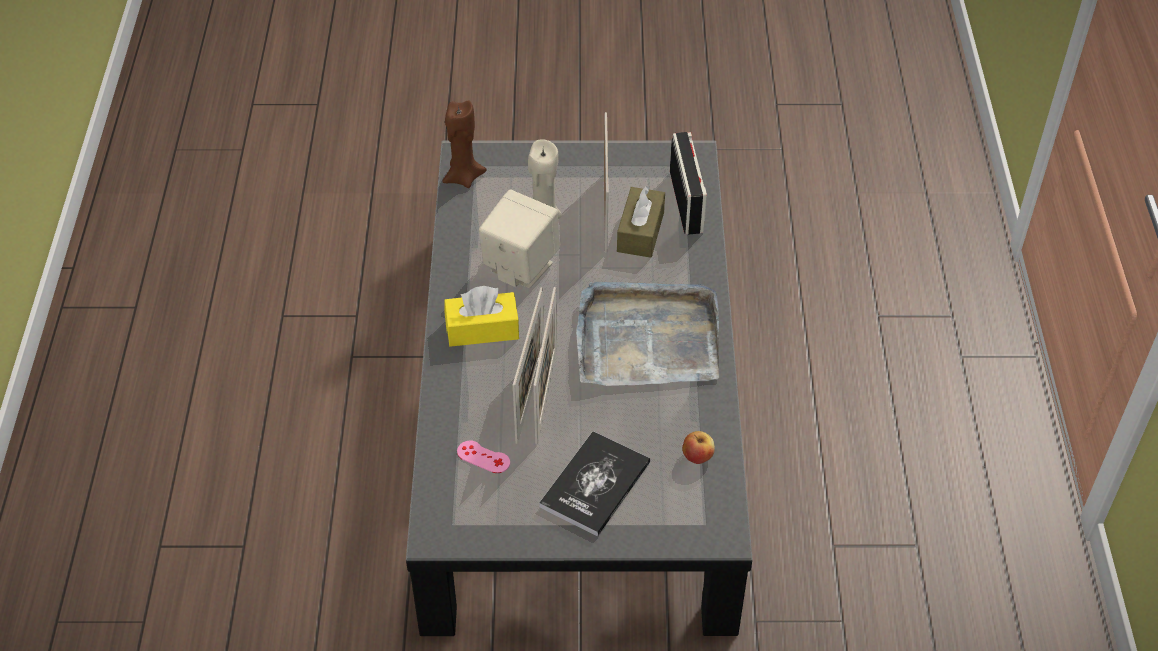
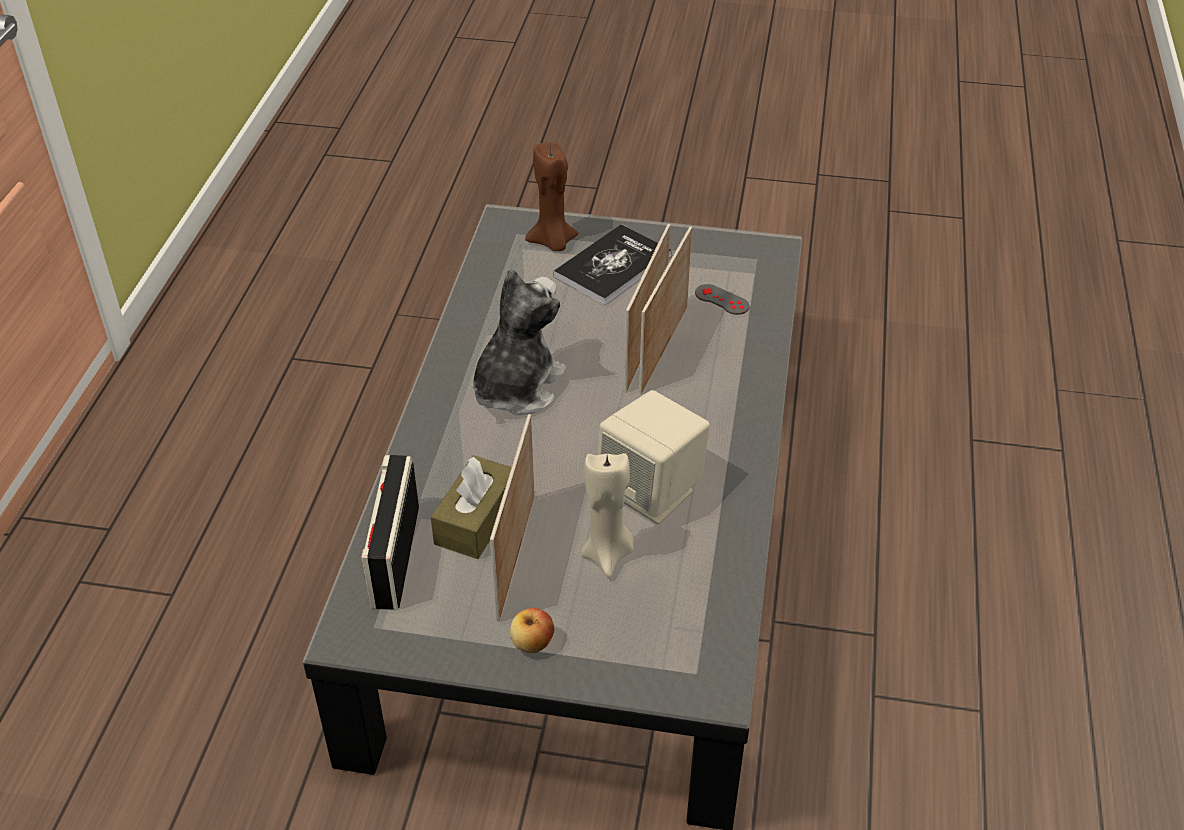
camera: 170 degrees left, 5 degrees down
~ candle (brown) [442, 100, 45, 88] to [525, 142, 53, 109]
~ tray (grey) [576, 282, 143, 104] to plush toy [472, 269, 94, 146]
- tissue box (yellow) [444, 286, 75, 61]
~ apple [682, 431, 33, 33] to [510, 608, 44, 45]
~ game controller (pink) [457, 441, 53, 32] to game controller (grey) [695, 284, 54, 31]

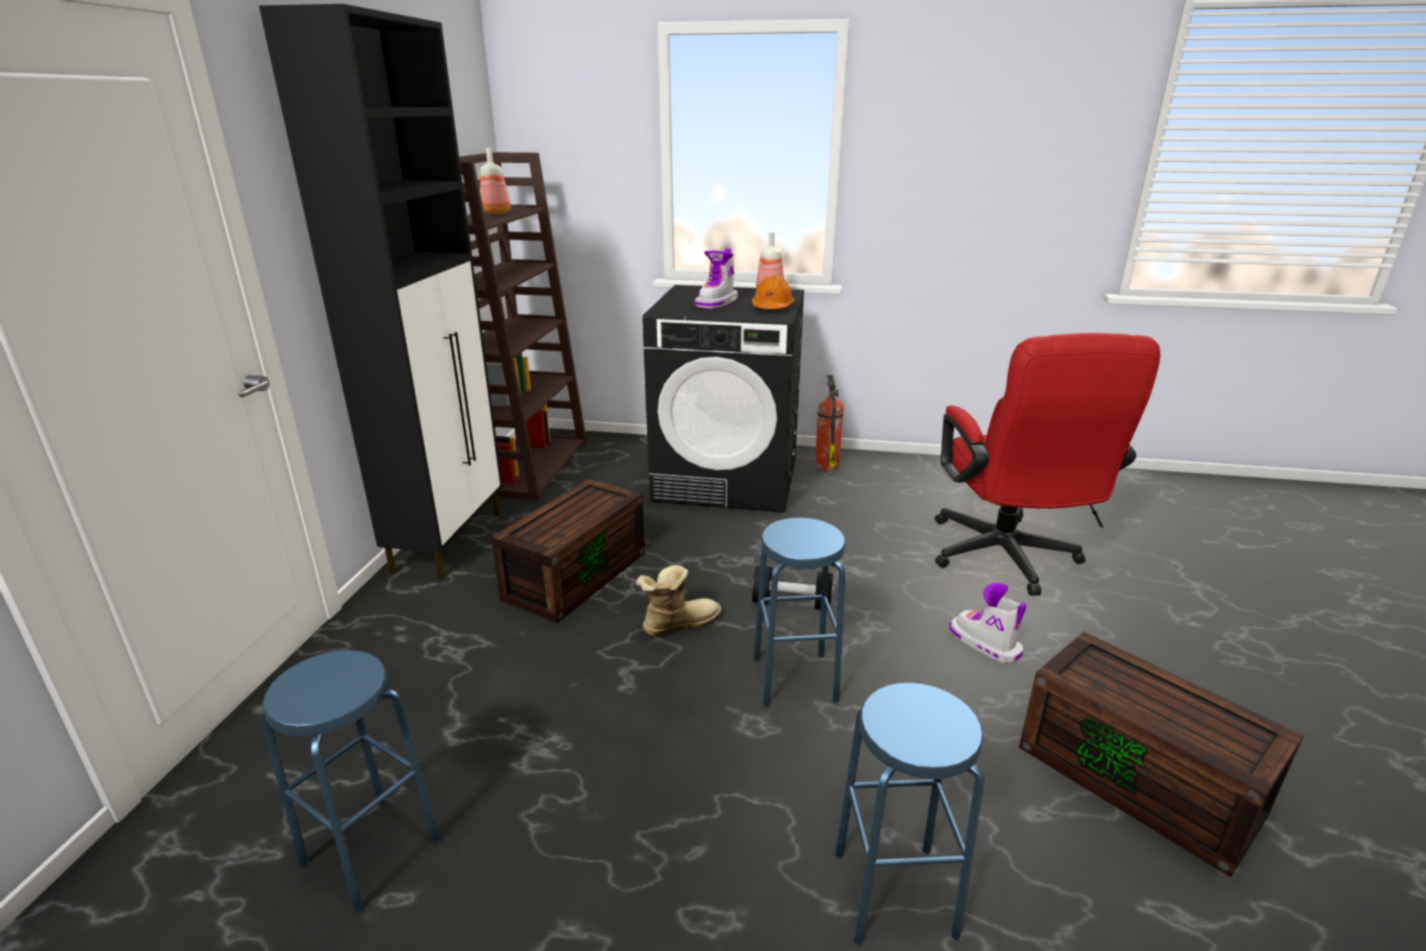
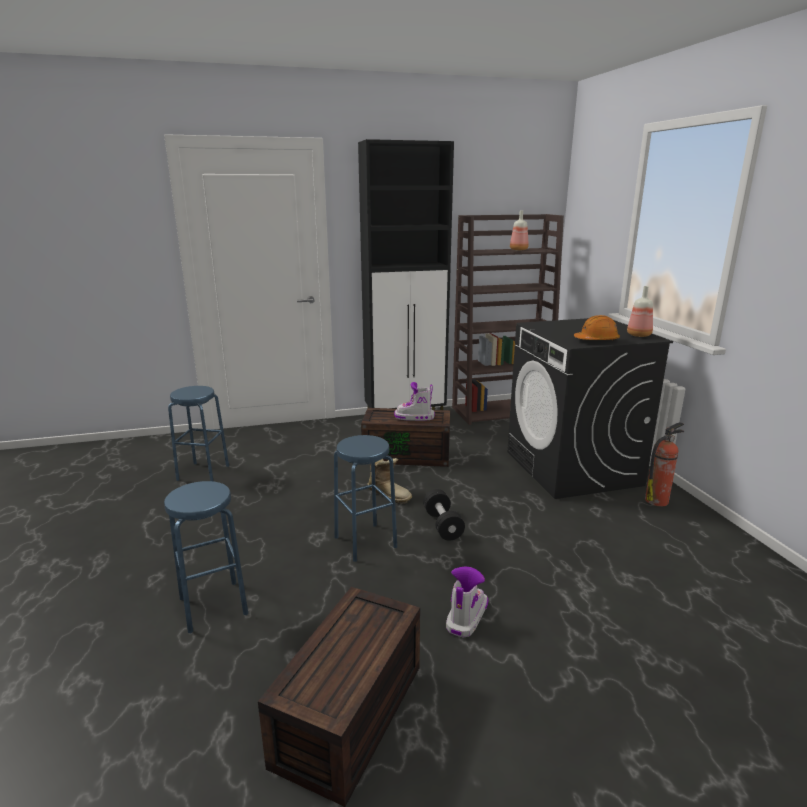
camera: 65 degrees right, 5 degrees down
~ boot [694, 248, 44, 61] to [394, 382, 41, 39]
- office chair (red) [935, 333, 225, 263]

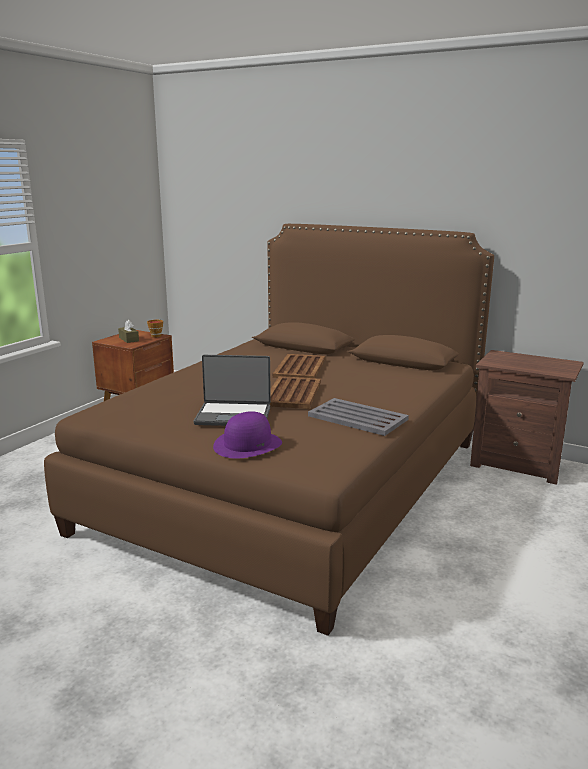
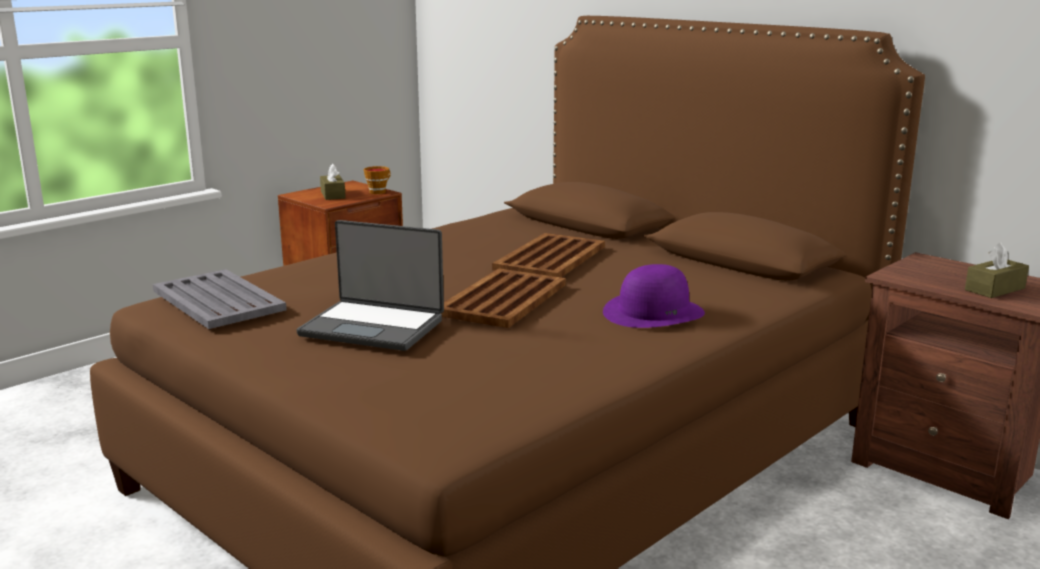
camera: 15 degrees right, 0 degrees up
~ tray (grey) [308, 398, 101, 38] to [153, 269, 134, 60]
~ hat (purple) [213, 411, 69, 48] to [603, 264, 102, 64]
+ tissue box (brown) [965, 243, 64, 55]

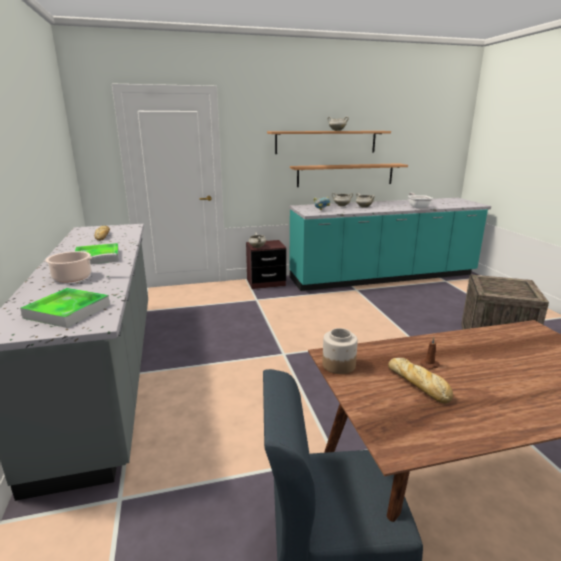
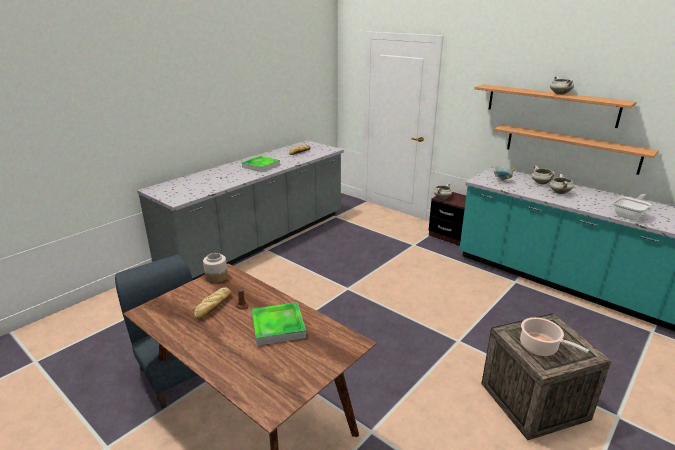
camera: 55 degrees right, 5 degrees up
~ cooking pot [45, 251, 72, 32] to [520, 317, 69, 39]
~ tray [20, 288, 90, 40] to [252, 302, 54, 44]

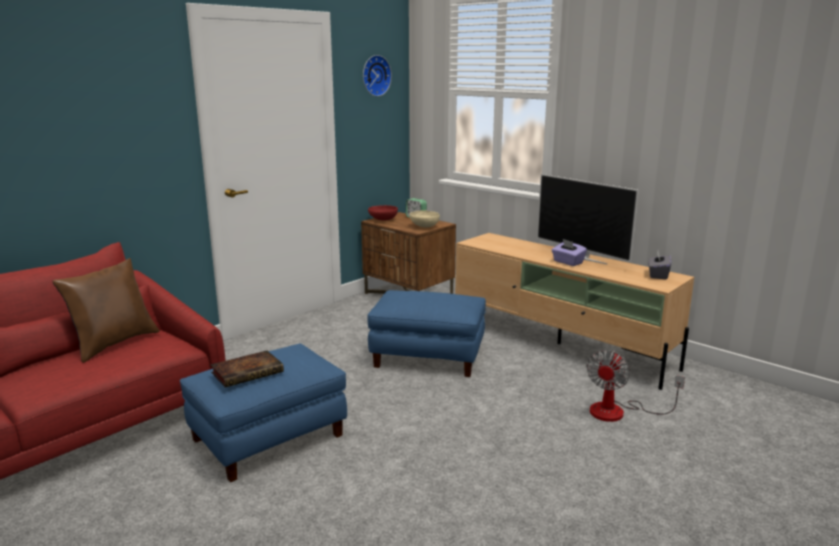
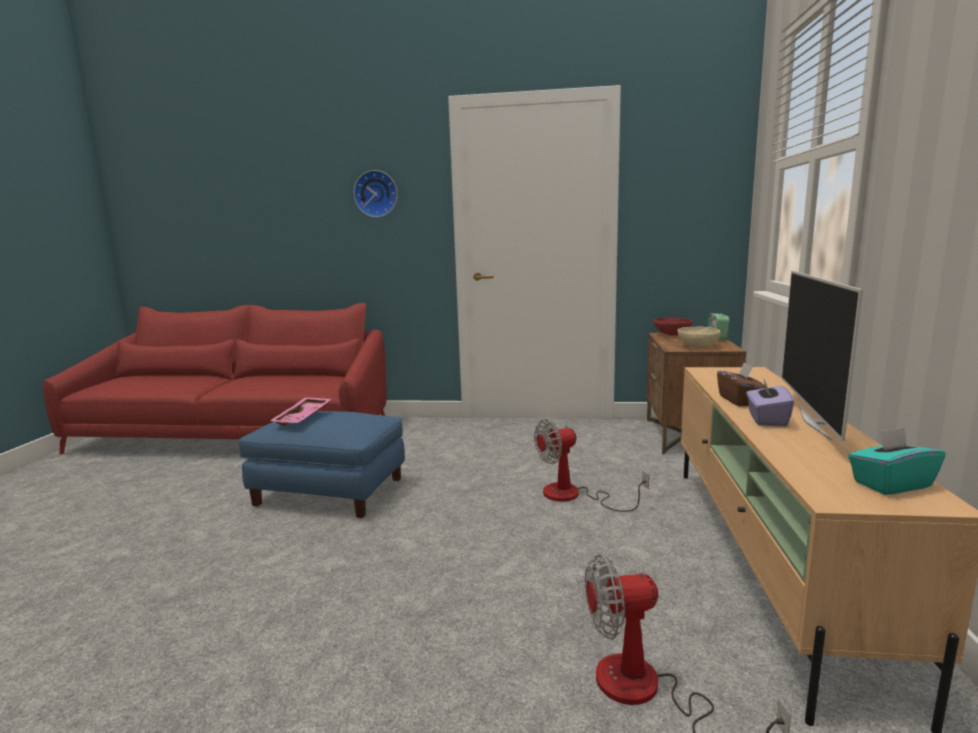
camera: 55 degrees right, 5 degrees down
~ wall clock [363, 55, 29, 41] to [354, 170, 44, 47]
~ tissue box (grey) [648, 250, 24, 30] to tissue box (turquoise) [848, 427, 98, 68]
- pillow (brown) [52, 258, 108, 105]
~ ottoman (blue) [368, 290, 118, 87] to fan [534, 419, 115, 93]
~ book [211, 351, 73, 36] to tray (pink) [270, 397, 61, 28]
+ tissue box (brown) [717, 363, 49, 43]

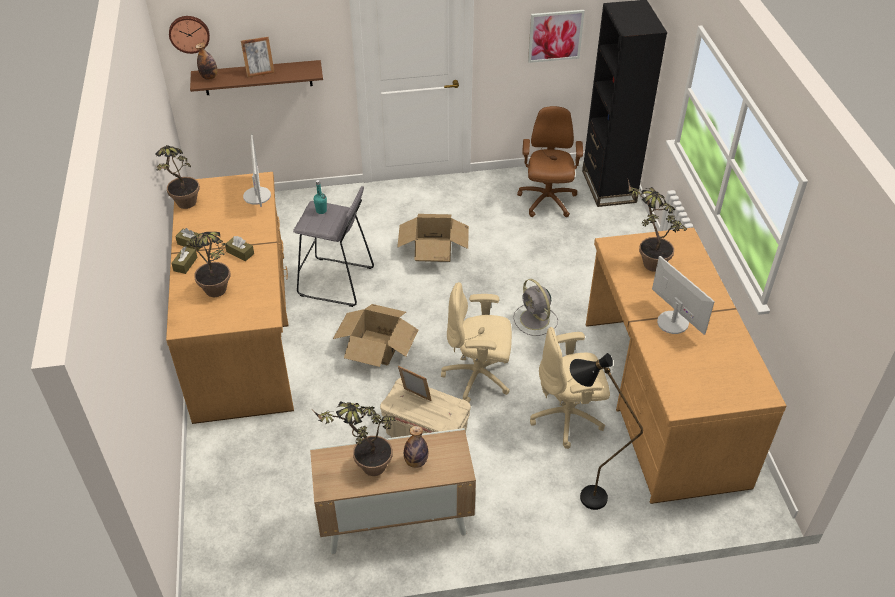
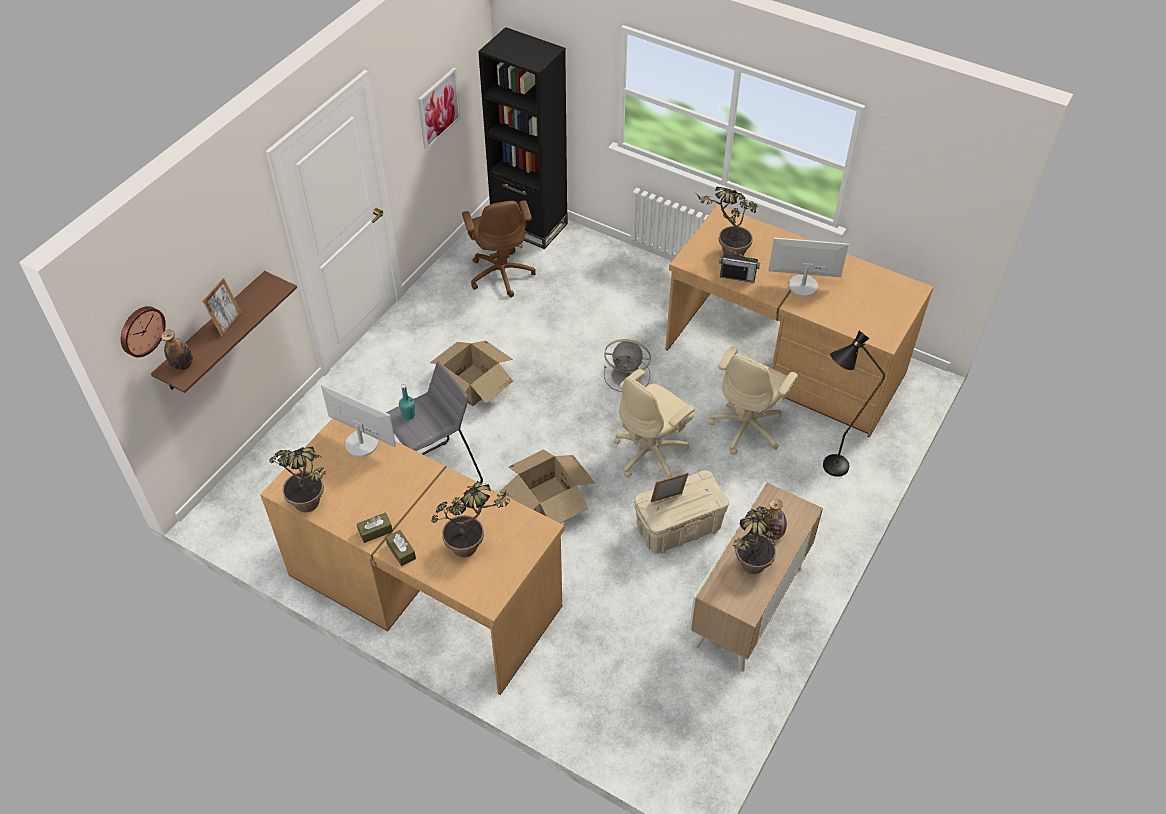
camera: 50 degrees left, 5 degrees up
~ office chair (brown) [517, 106, 66, 111] = [462, 200, 74, 97] 150 degrees counterclockwise
- tissue box (brown) [225, 236, 29, 25]
+ radio [719, 249, 41, 34]

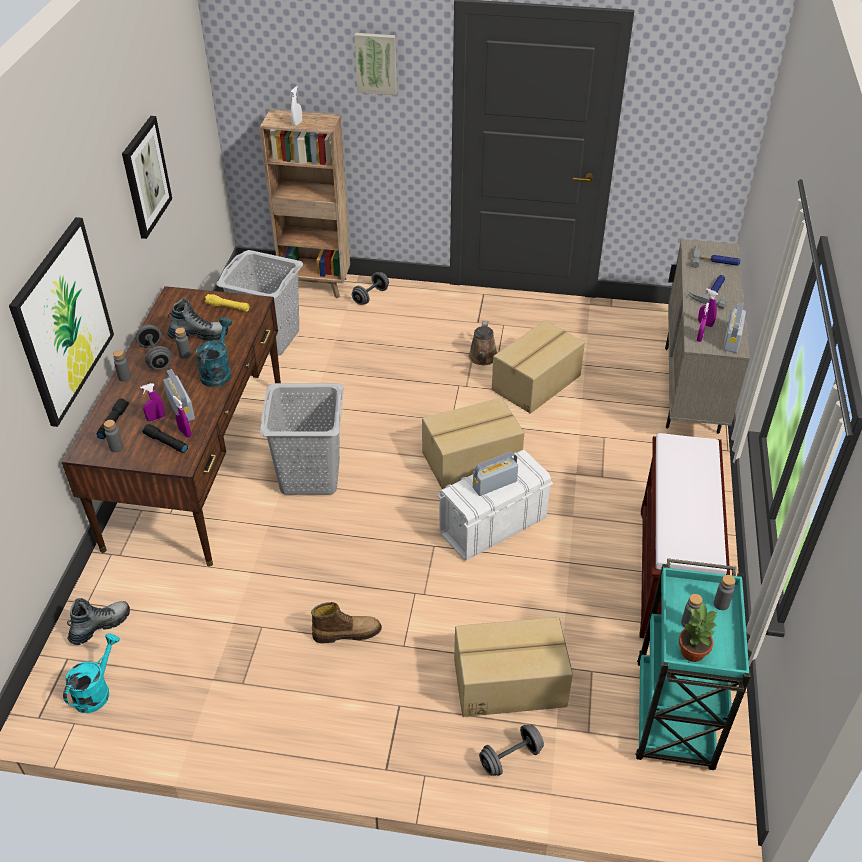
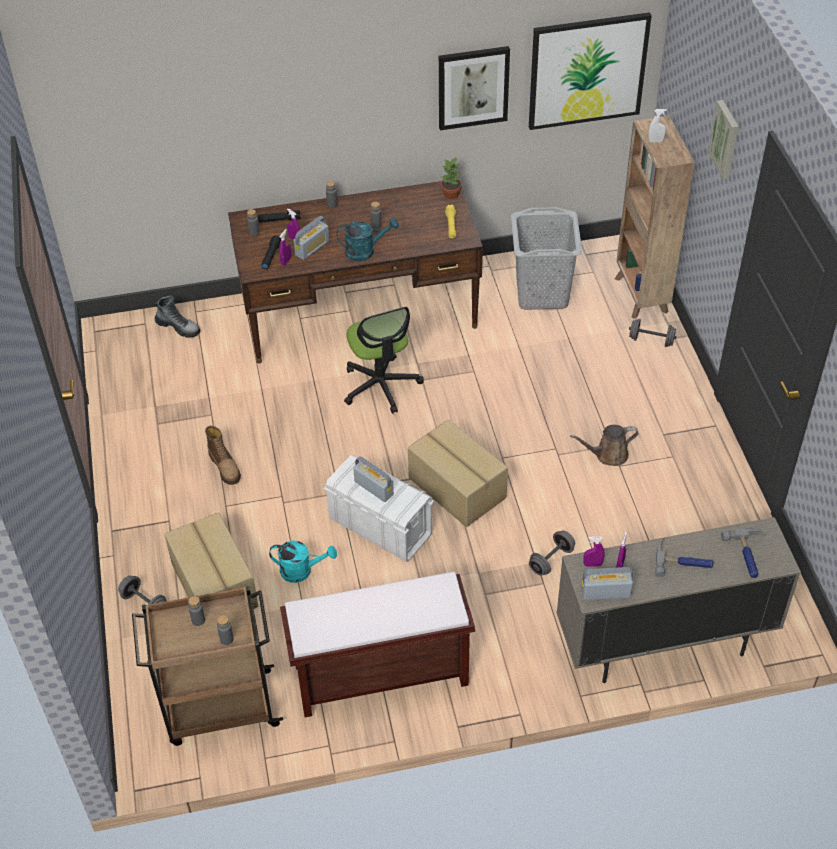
camera: 70 degrees right, 5 degrees up
~ picture [9, 217, 105, 210] to [529, 12, 123, 118]
- boot [167, 298, 61, 43]
- cardboard box [492, 320, 93, 94]
~ dumbbell (grey) [135, 325, 37, 45] to [529, 530, 46, 46]
~ laundry basket (grey) [259, 383, 85, 112] to office chair [344, 307, 80, 107]
~ cart (turquoise) [636, 559, 115, 211] to cart (brown) [132, 586, 151, 160]
~ potted plant [679, 603, 39, 59] to [441, 157, 21, 42]
~ watering can (turquoise) [63, 633, 57, 80] to [269, 541, 68, 42]

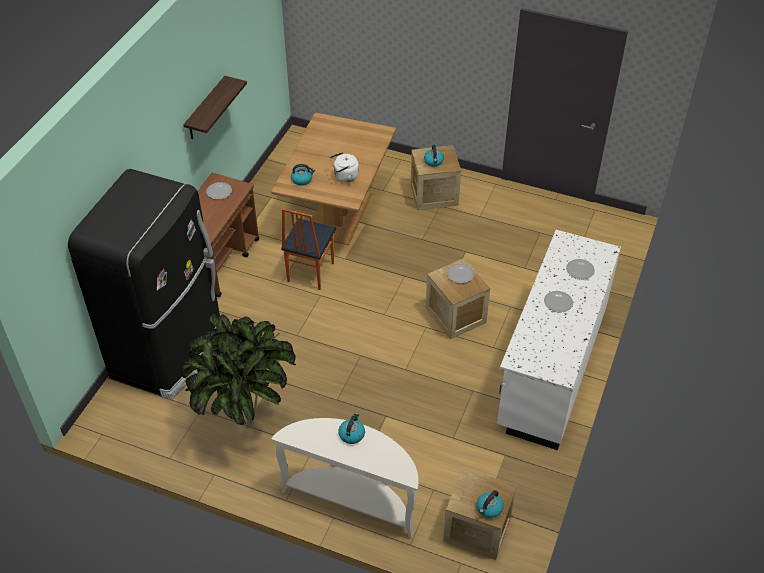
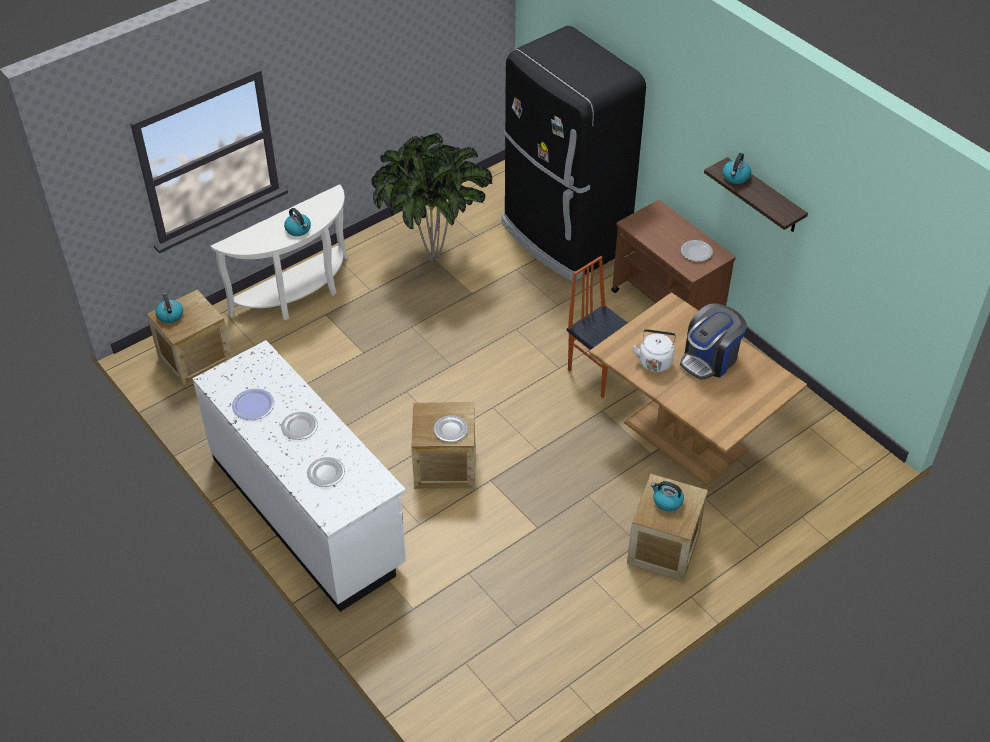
camera: 120 degrees right, 0 degrees up
~ kettle [291, 164, 24, 22] to [723, 153, 28, 31]
+ coffee machine [680, 303, 67, 77]
+ plate [232, 389, 42, 31]

